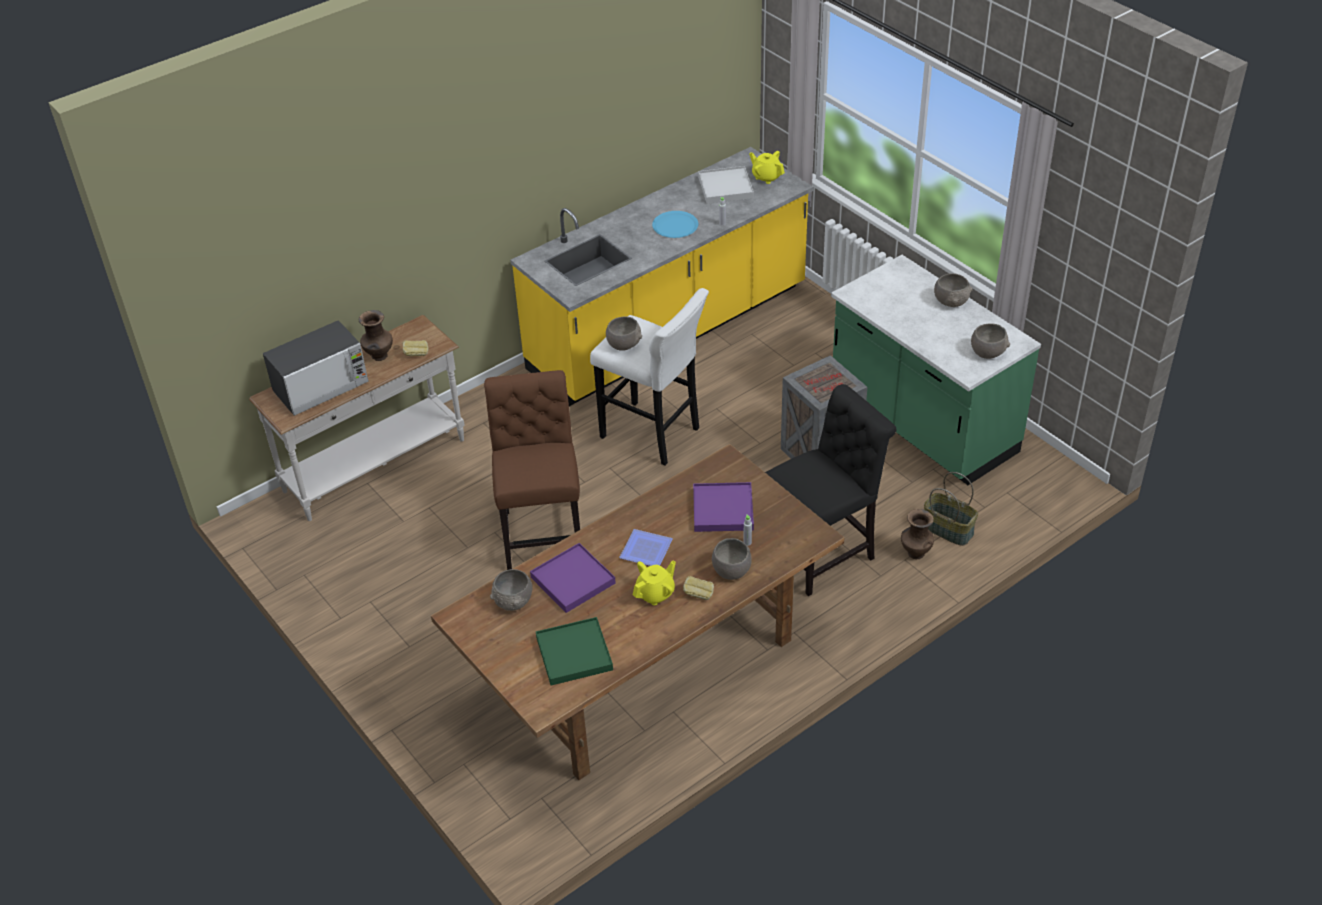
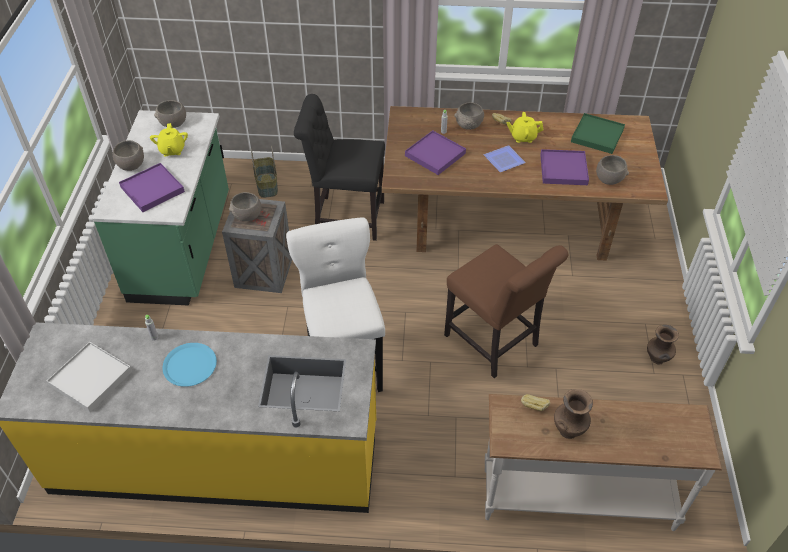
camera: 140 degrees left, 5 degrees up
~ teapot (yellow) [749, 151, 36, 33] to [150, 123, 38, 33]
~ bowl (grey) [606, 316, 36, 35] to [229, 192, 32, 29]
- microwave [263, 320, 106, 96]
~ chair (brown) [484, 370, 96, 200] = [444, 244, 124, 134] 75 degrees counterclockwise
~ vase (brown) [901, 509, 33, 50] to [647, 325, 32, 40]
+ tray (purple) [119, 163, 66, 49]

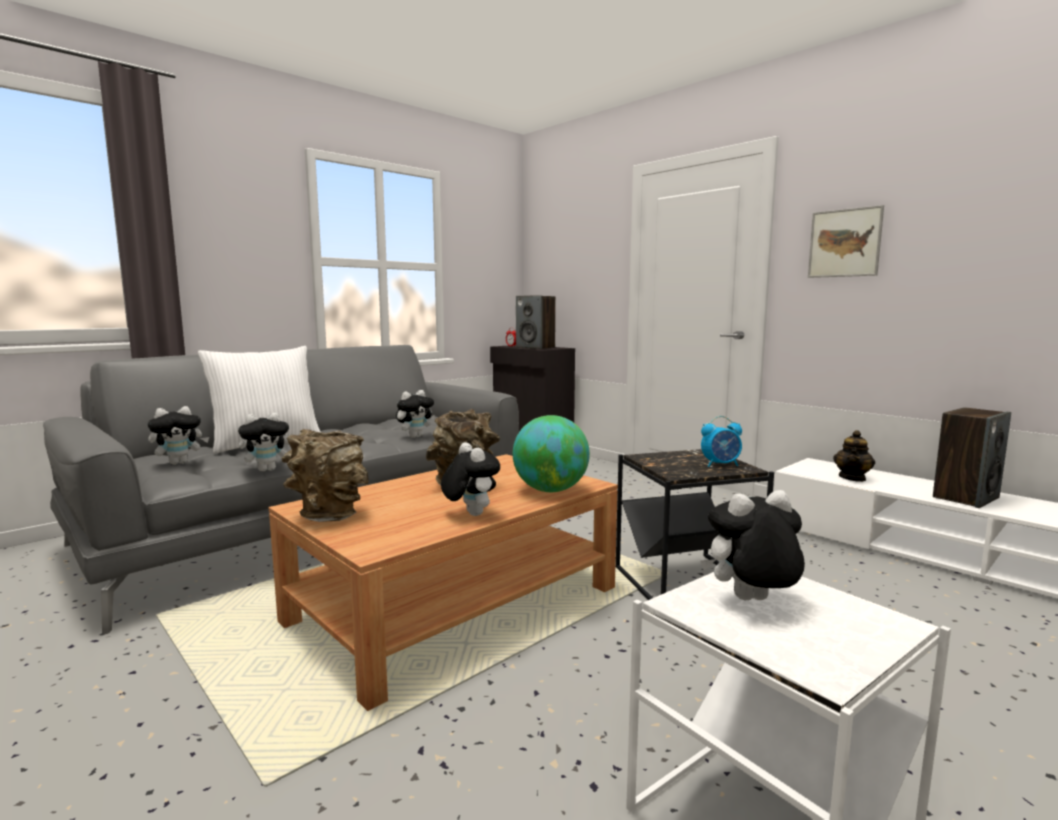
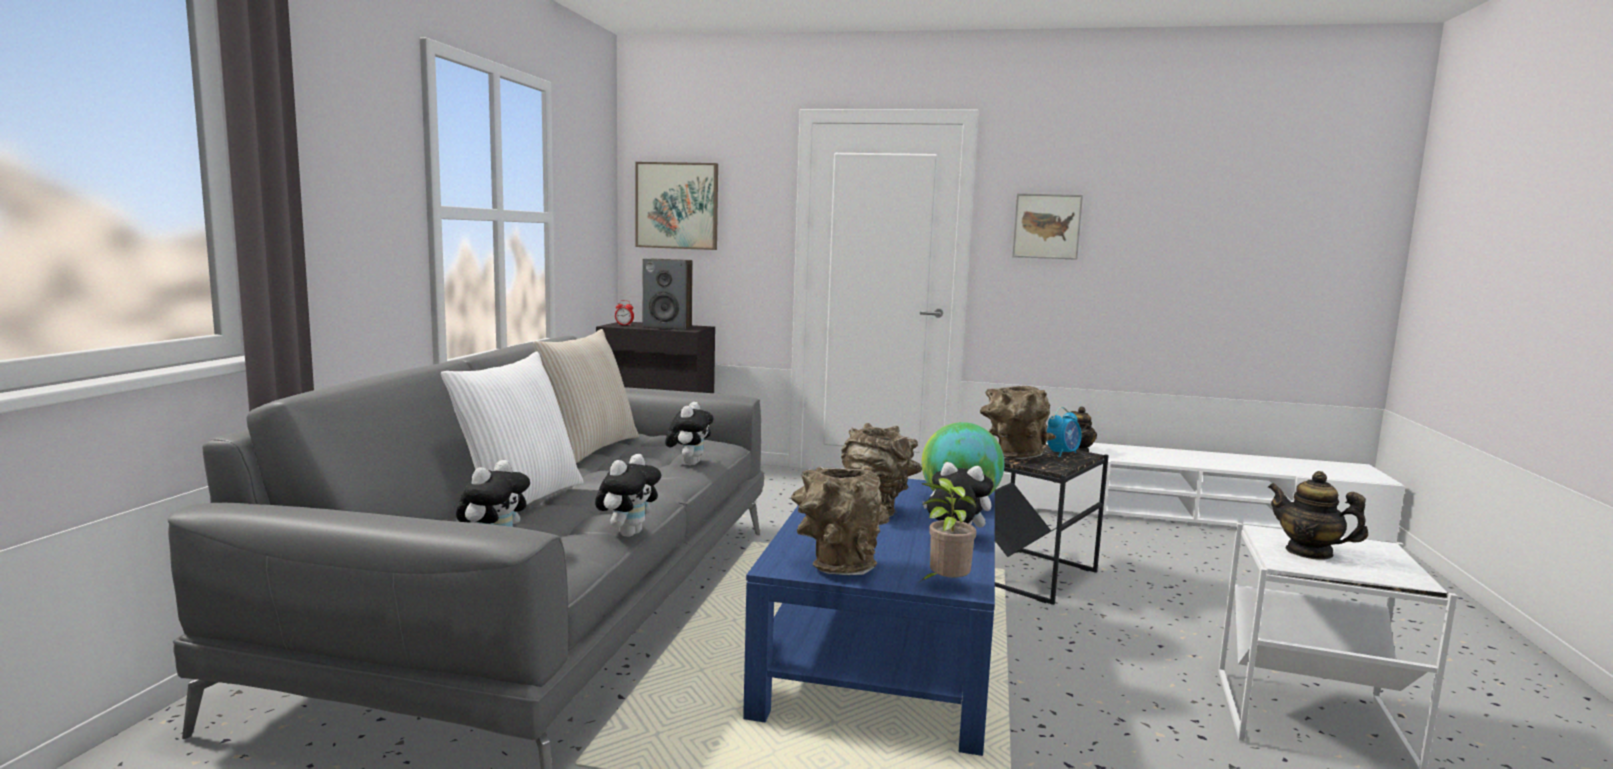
camera: 35 degrees left, 0 degrees up
- speaker [933, 407, 78, 101]
~ coffee table (brown) [269, 454, 349, 257] to coffee table (blue) [743, 479, 252, 277]
~ plush toy [700, 490, 105, 110] to teapot [1268, 471, 100, 89]
+ picture [635, 162, 83, 88]
+ pillow (beige) [533, 329, 106, 134]
+ vase (brown) [980, 386, 76, 73]
+ potted plant [921, 478, 55, 103]

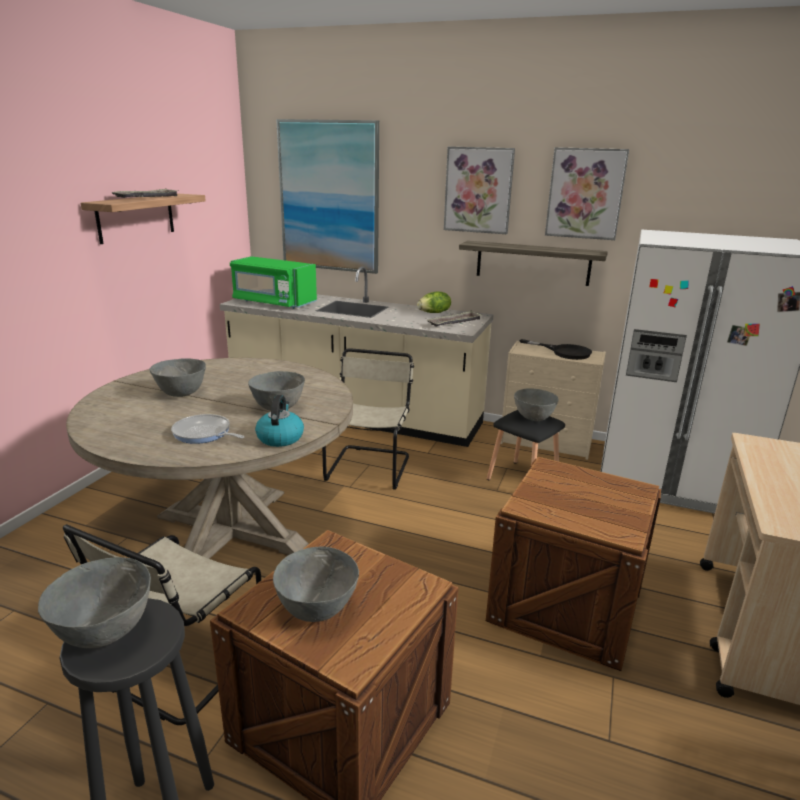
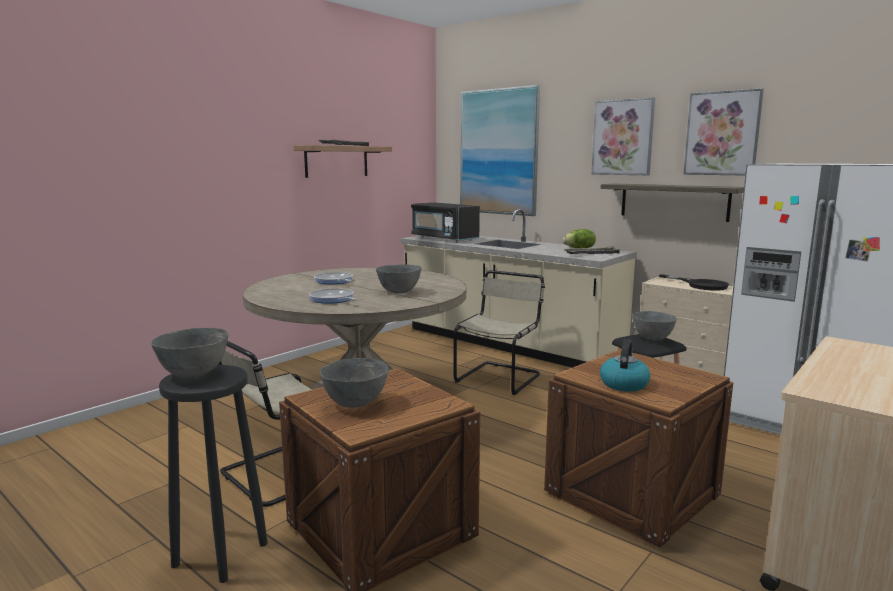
camera: 20 degrees right, 10 degrees down
~ microwave (green) [230, 256, 87, 53] to microwave (black) [411, 202, 69, 40]
~ bowl (grey) [150, 358, 56, 39] to frying pan [314, 272, 39, 12]
~ kettle [255, 395, 49, 52] to [600, 339, 50, 53]

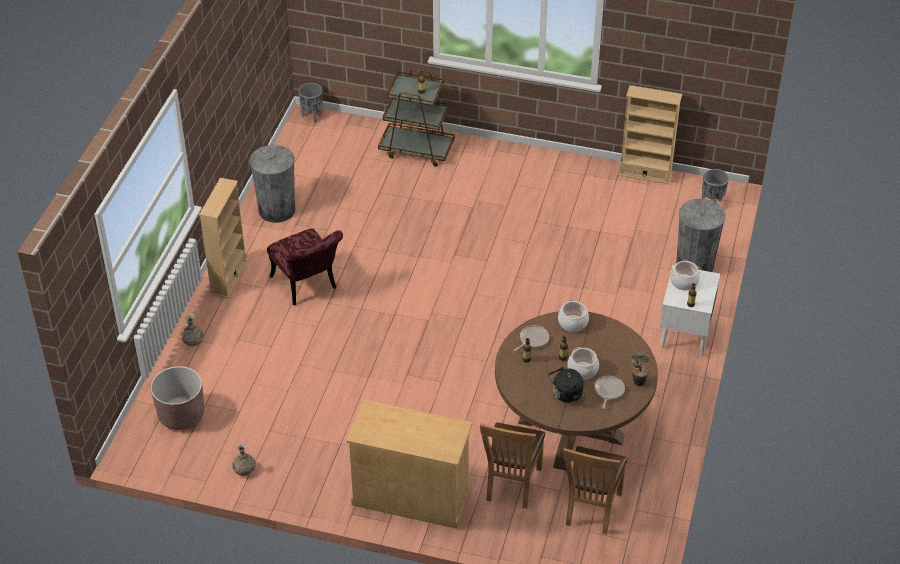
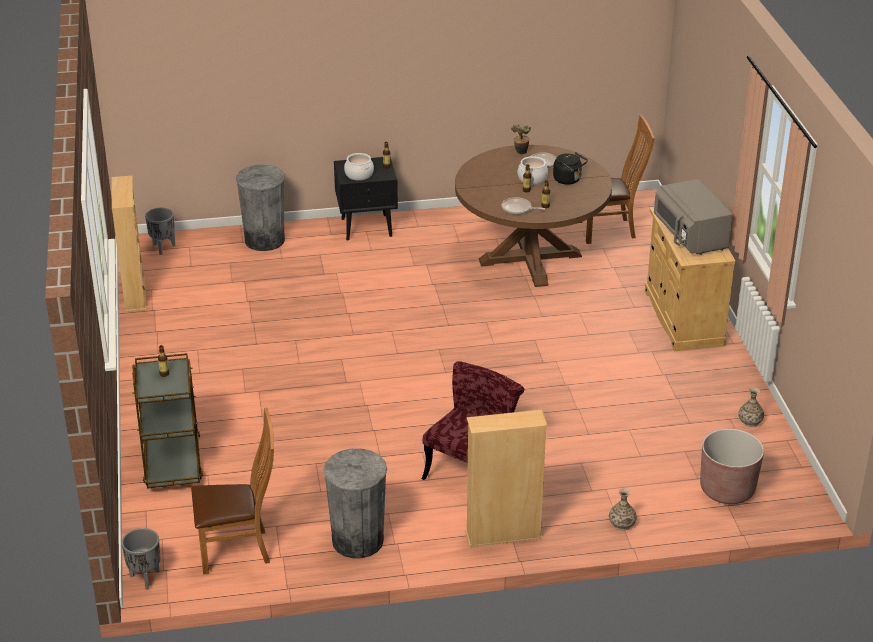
camera: 115 degrees left, 10 degrees down
~ nightstand (white) [660, 265, 60, 91] to nightstand (black) [334, 157, 64, 84]
- cooking pot [558, 300, 31, 32]
~ chair (brown) [480, 422, 66, 87] to [191, 408, 83, 167]
+ microwave (grey) [654, 179, 79, 76]

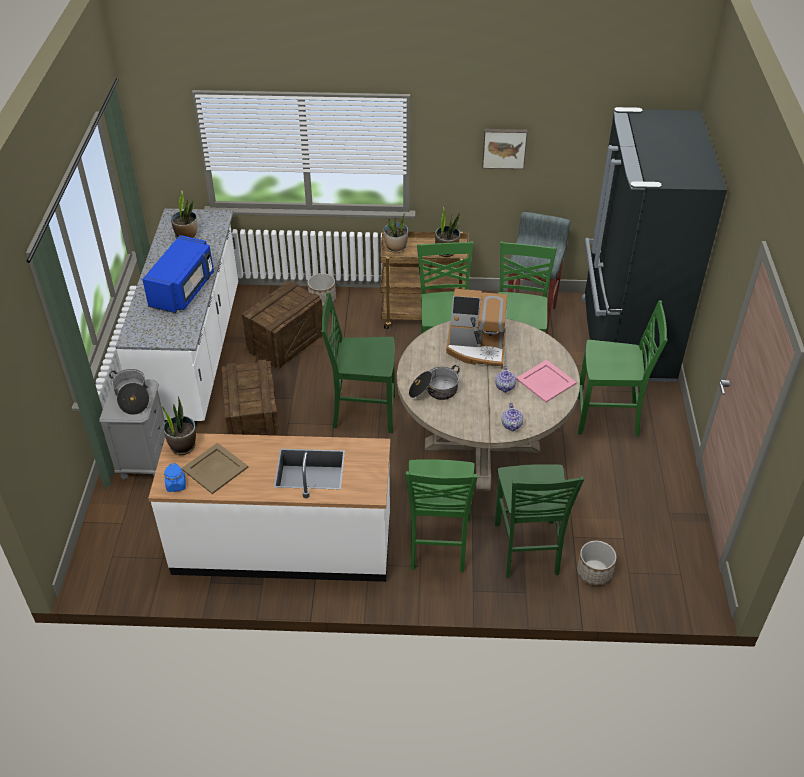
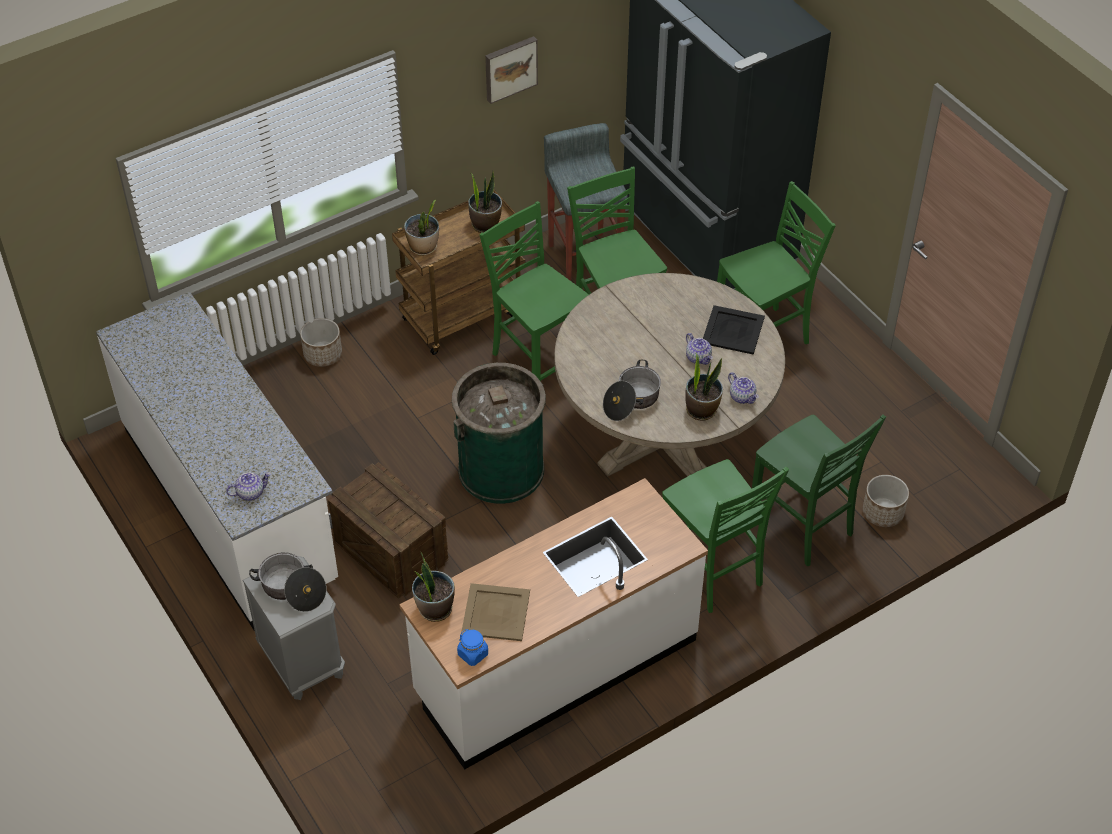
camera: 35 degrees left, 5 degrees up
~ potted plant [171, 190, 26, 49] to [685, 353, 38, 68]
- microwave (blue) [142, 235, 72, 78]
- crate [242, 281, 81, 88]
- coffee machine [446, 289, 61, 80]
~ chair (green) [321, 293, 74, 140] to trash can (green) [452, 363, 94, 141]
~ tray (pink) [516, 360, 61, 42] to tray (black) [703, 305, 62, 50]
+ teapot [226, 472, 45, 29]

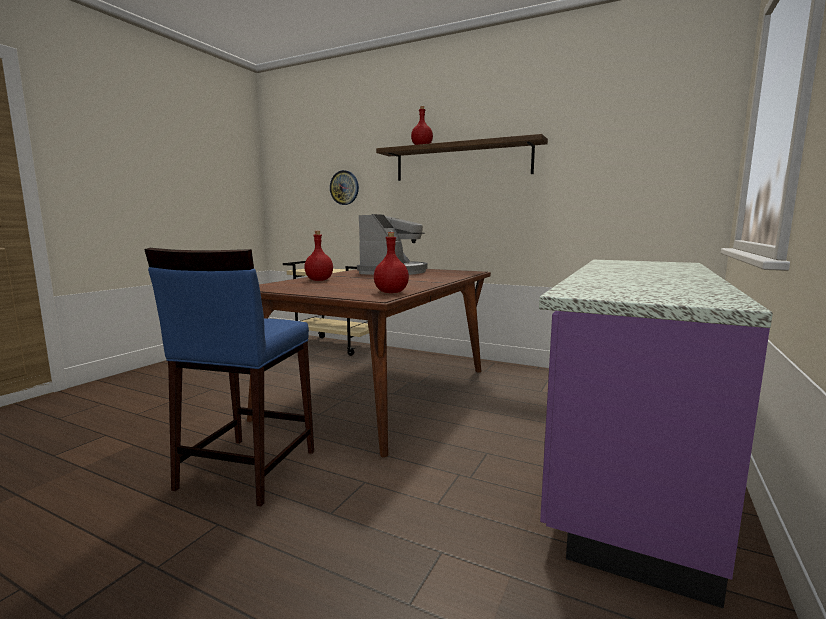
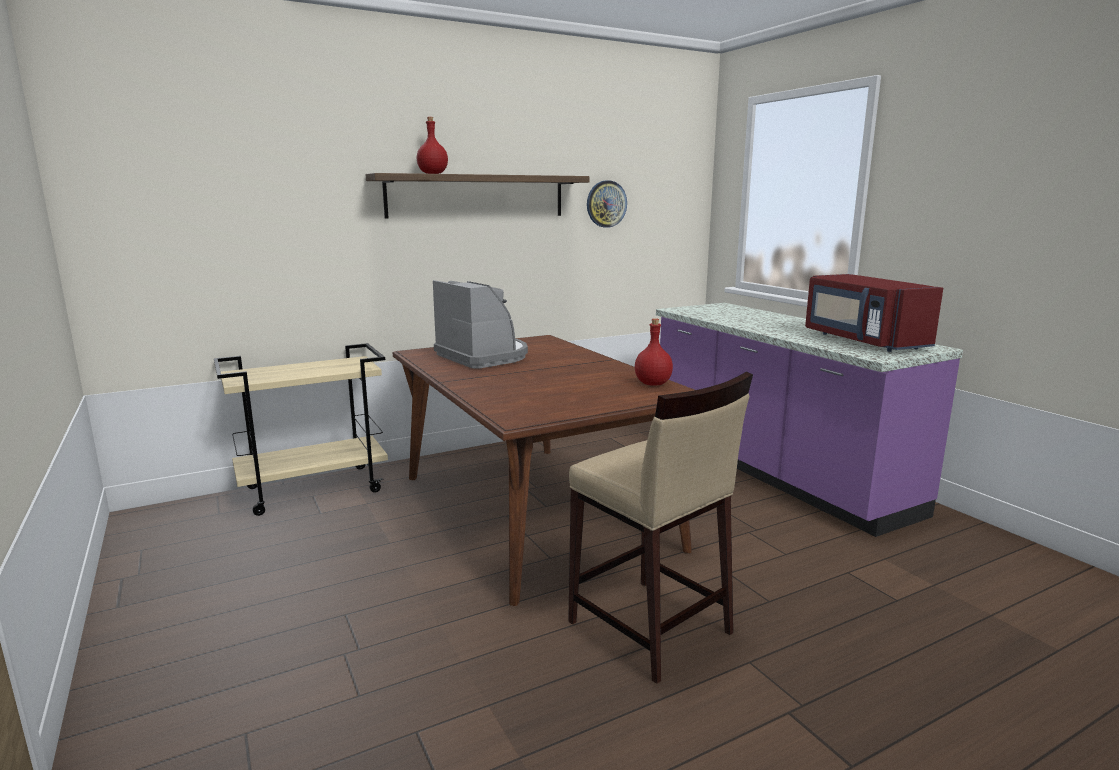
camera: 55 degrees left, 5 degrees up
~ wall clock [330, 170, 29, 35] to [587, 180, 40, 48]
- bottle (red) [304, 231, 29, 50]
~ stool (blue) [144, 248, 170, 258] to stool (beige) [568, 372, 185, 312]
+ microwave (red) [805, 274, 138, 78]

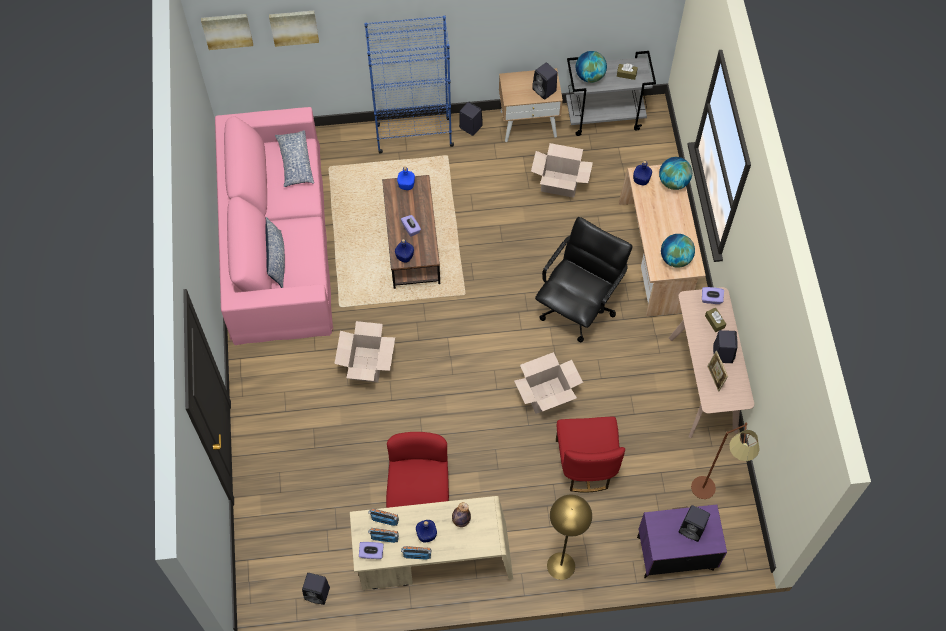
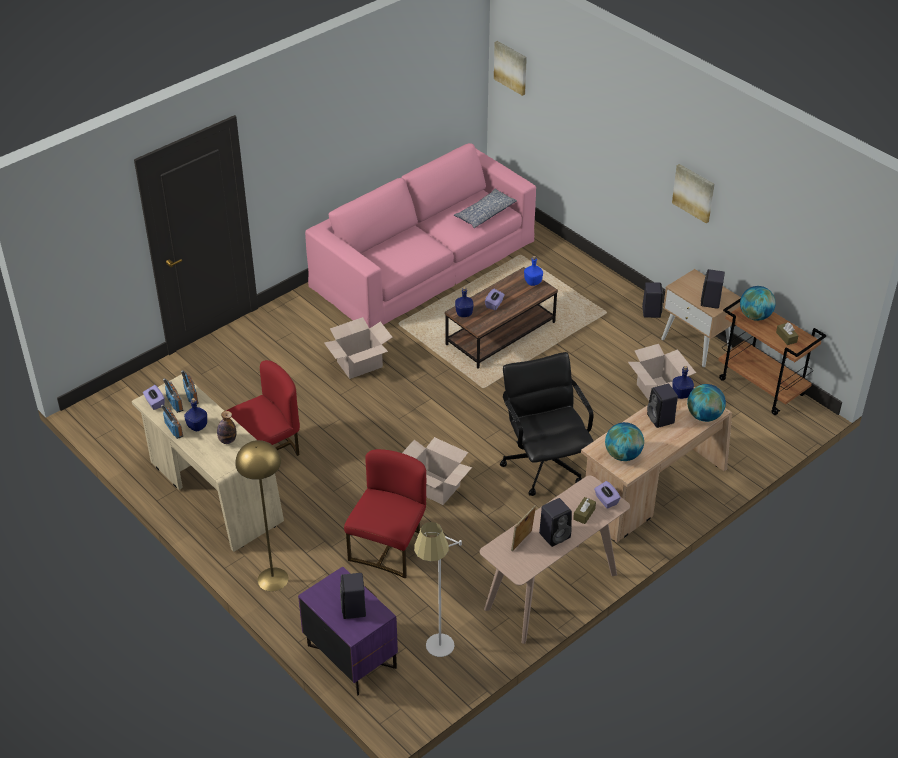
camera: 55 degrees right, 20 degrees down
~ picture [269, 10, 50, 37] to [672, 164, 43, 59]
- bookcase (blue) [365, 15, 89, 138]
~ cart (grey) [566, 51, 90, 85] to cart (brown) [718, 298, 108, 117]
- pillow [265, 217, 20, 71]
~ office chair (black) [535, 217, 98, 125] = [500, 352, 94, 144] 105 degrees counterclockwise
~ chair (red) [556, 417, 69, 76] = [344, 449, 82, 130] 150 degrees clockwise
~ floor lamp (brown) [691, 423, 69, 76] to floor lamp (white) [414, 522, 48, 135]
~ speaker (black) [302, 573, 28, 32] to [647, 384, 31, 44]

